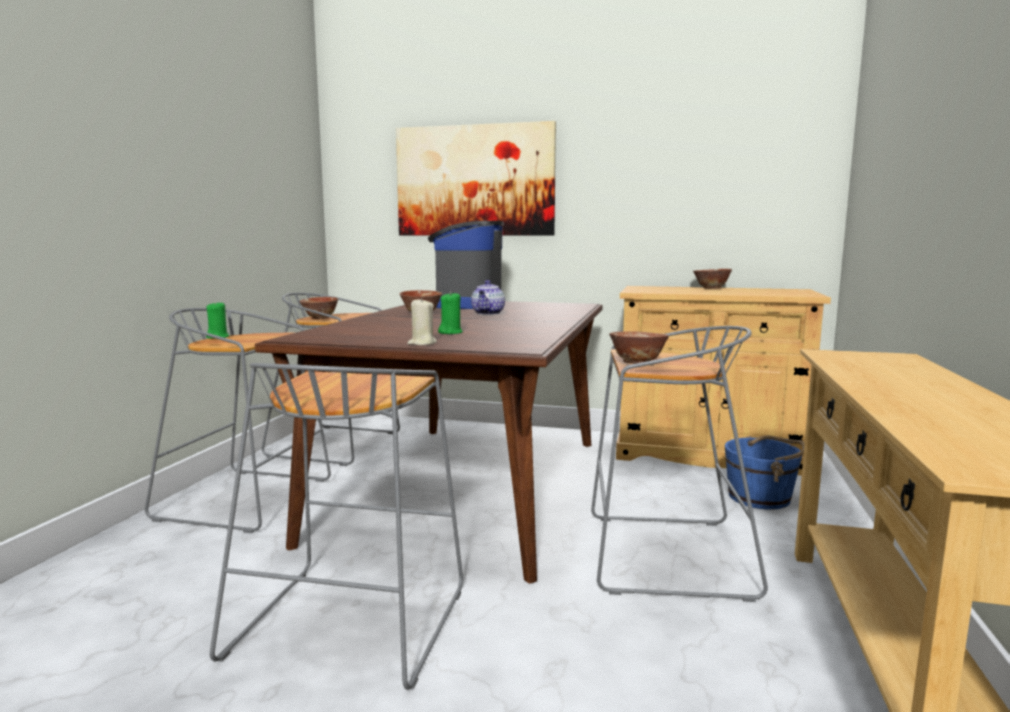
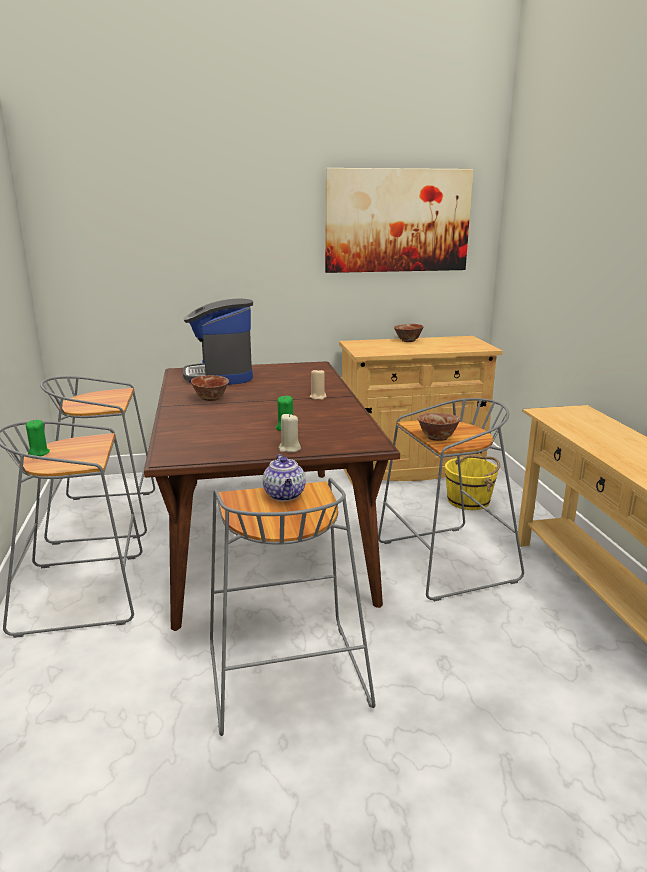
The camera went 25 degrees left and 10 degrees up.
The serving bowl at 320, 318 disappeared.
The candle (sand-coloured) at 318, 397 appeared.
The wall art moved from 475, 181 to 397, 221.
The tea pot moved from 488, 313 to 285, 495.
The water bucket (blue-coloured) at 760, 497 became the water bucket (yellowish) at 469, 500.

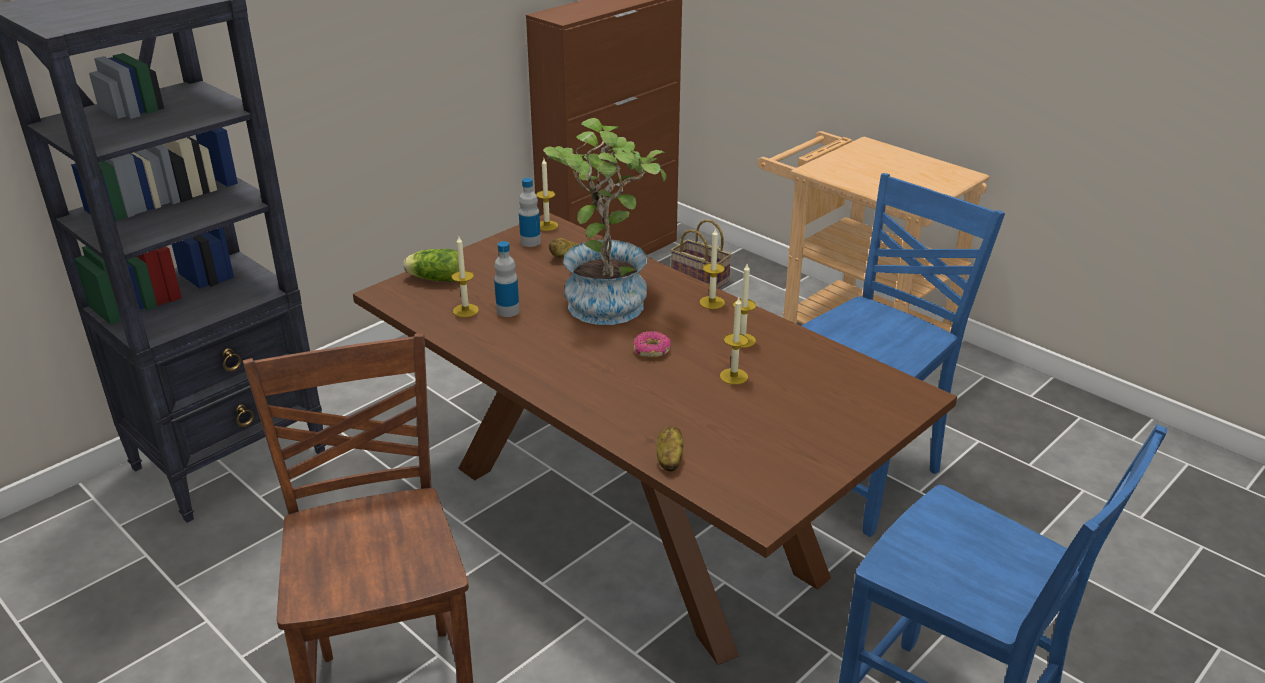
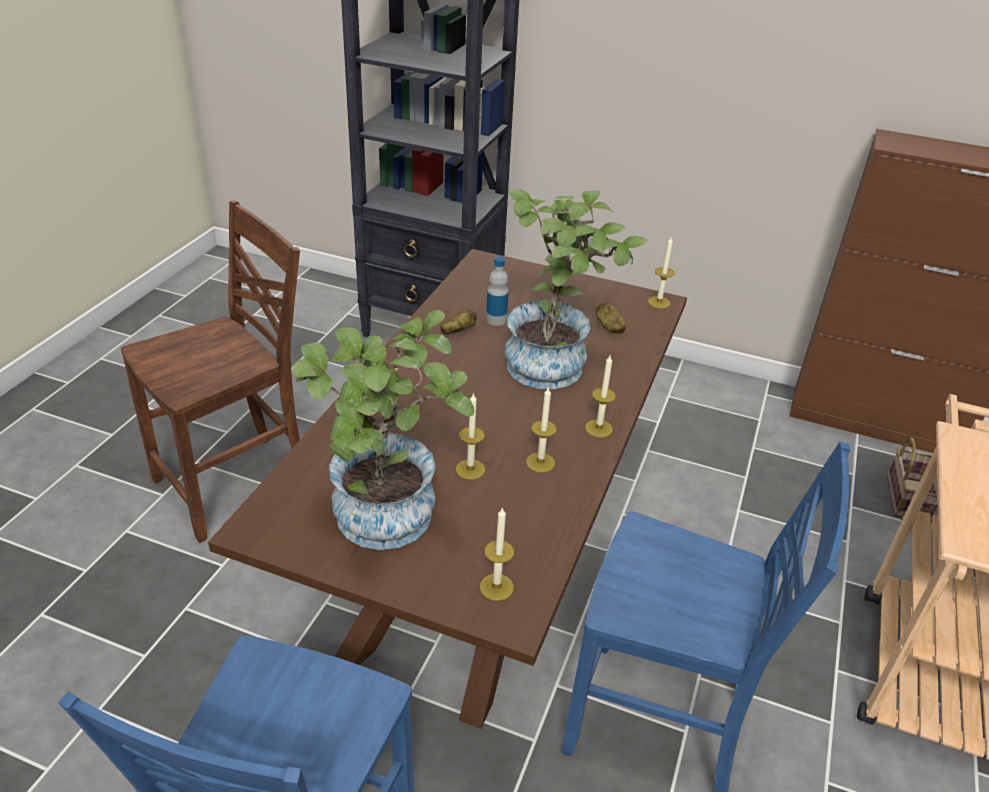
The camera went 65 degrees right and 5 degrees up.
The head of lettuce at 434, 279 disappeared.
The bottle at 530, 242 disappeared.
The doughnut at 652, 350 disappeared.
The houseplant at 385, 526 appeared.
The candle moved from 465, 310 to 496, 587.
The whole potato moved from 669, 459 to 458, 331.

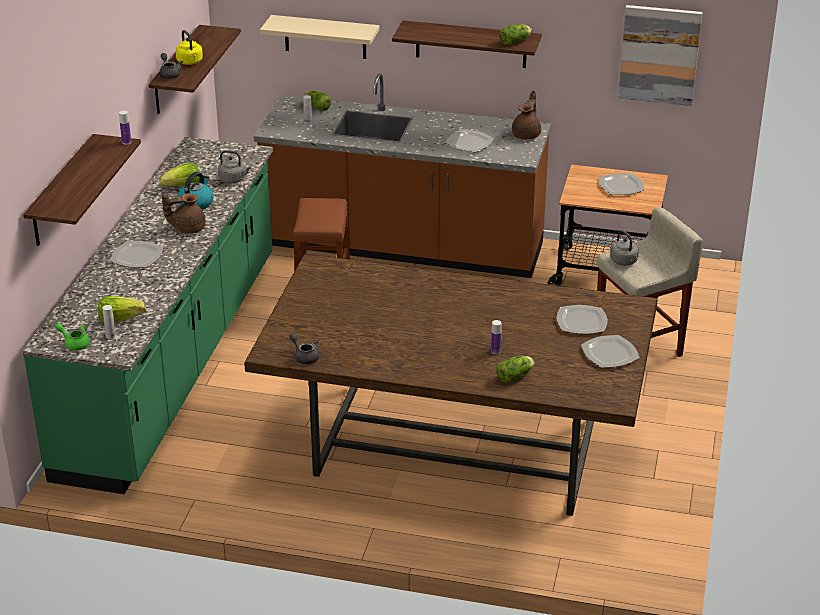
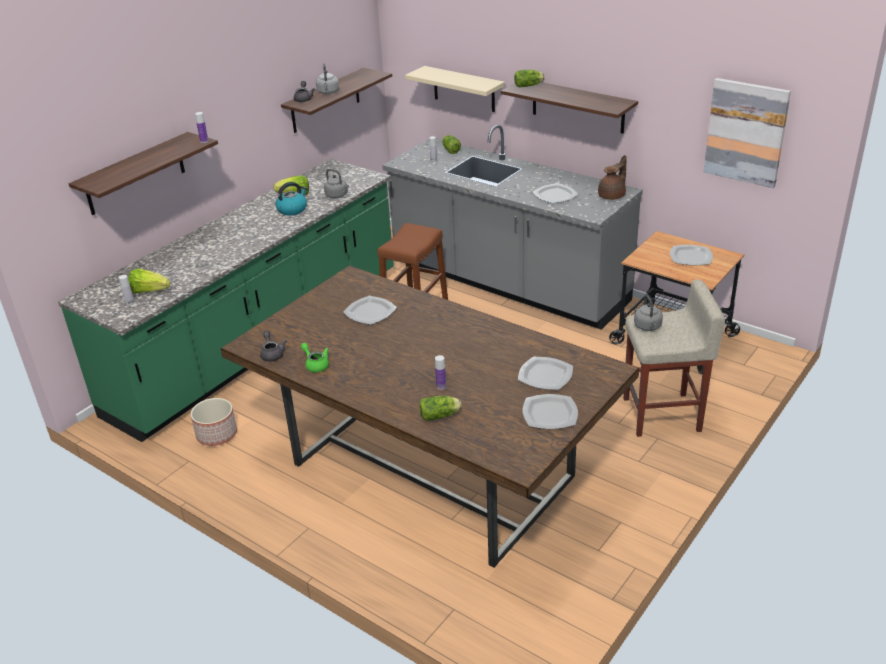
The camera went 25 degrees right and 0 degrees up.
The tea pot (brown) at 187, 228 disappeared.
The flower pot at 216, 435 appeared.
The tea pot (green-coloured) moved from 75, 343 to 316, 365.
The flat dish moved from 137, 256 to 370, 312.
The head of lettuce moved from 516, 41 to 529, 86.
The kettle (yellowish) at 190, 62 became the kettle (gray) at 328, 92.
The kitchen counter (brown) at 403, 248 became the kitchen counter (gray) at 508, 283.

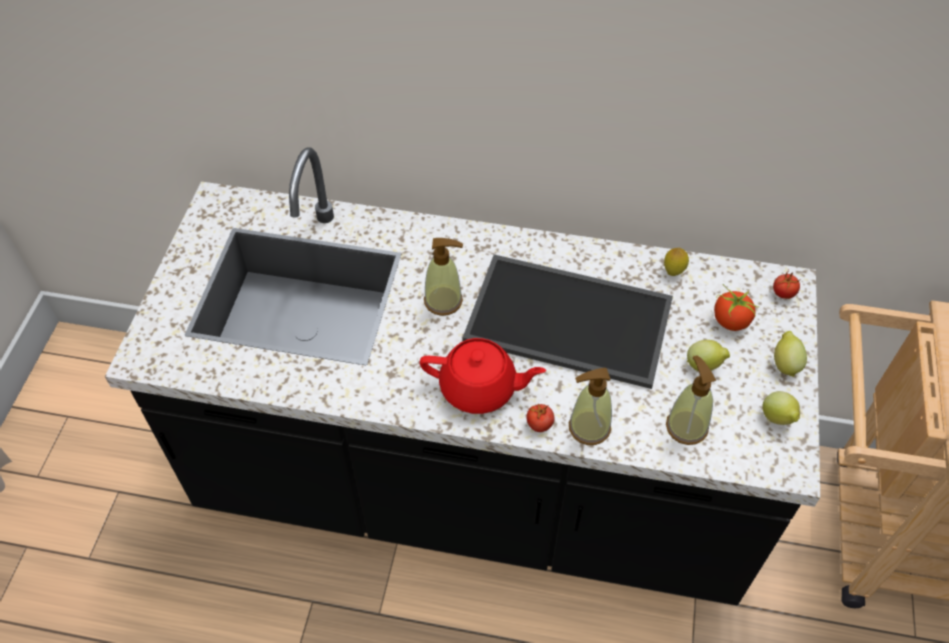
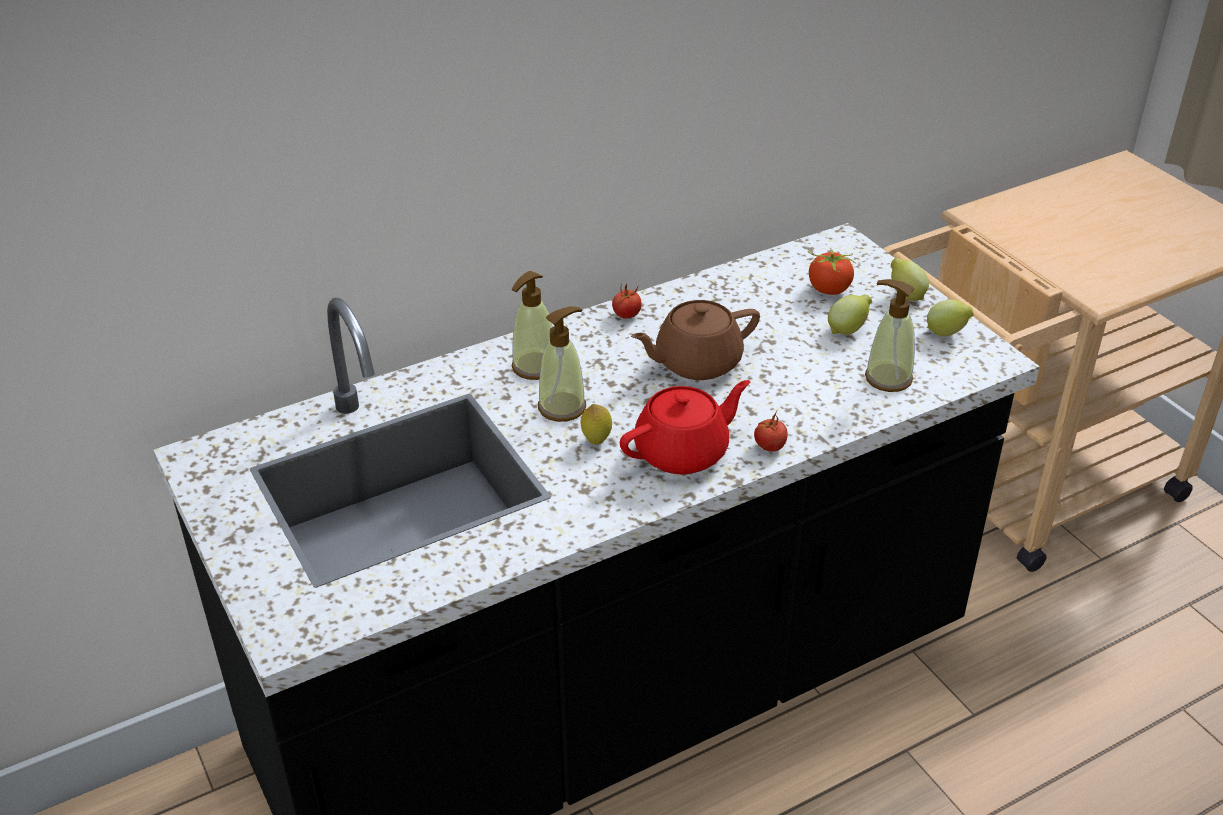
The camera went 40 degrees left and 15 degrees down.
The soap dispenser moved from 589, 427 to 534, 367.
The lemon moved from 673, 272 to 596, 440.
The tomato moved from 783, 293 to 626, 315.
The carrying tray at 566, 322 was replaced by the tea pot (brown) at 696, 362.

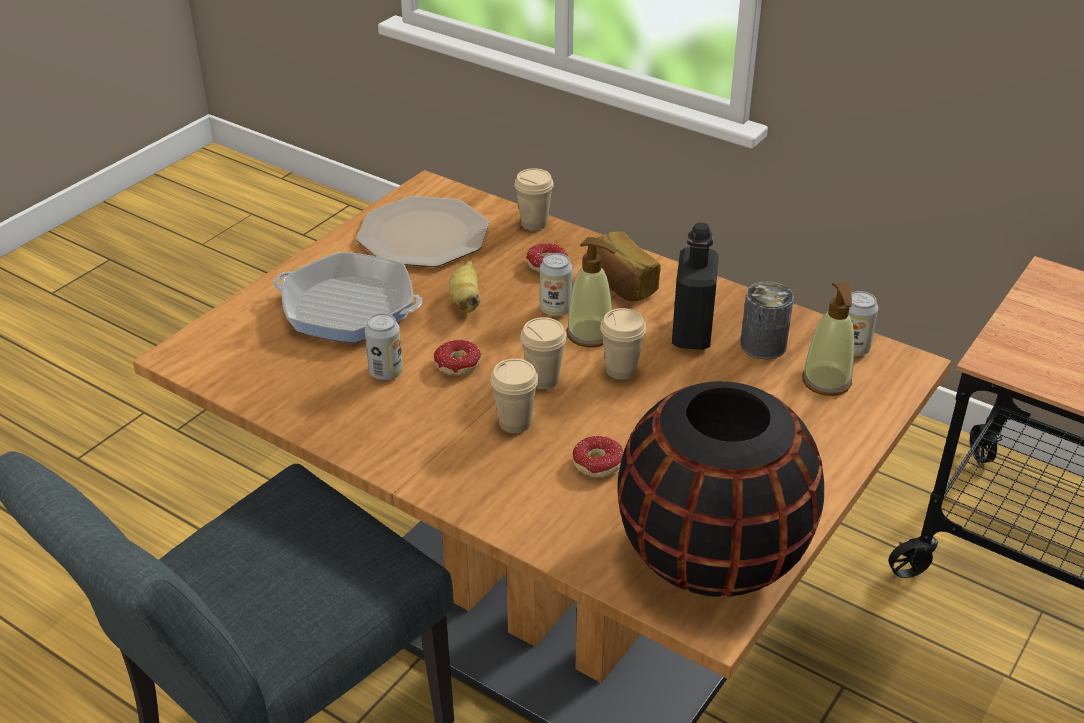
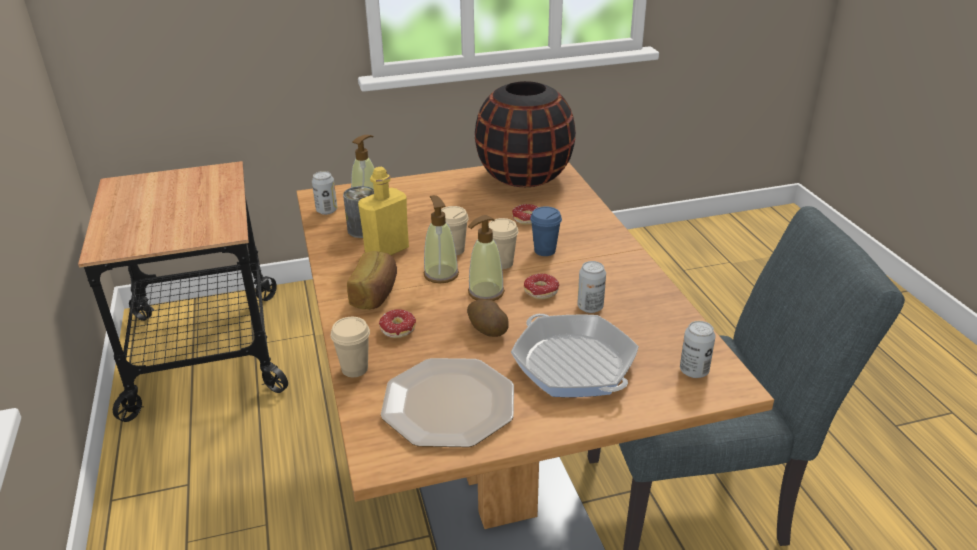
The camera went 140 degrees left and 5 degrees down.
The soap dispenser at 485, 292 appeared.
The sealed can moved from 555, 309 to 694, 371.
The whole banana at 466, 302 was replaced by the whole potato at 487, 329.
The small cup (sand-coloured) at 515, 423 became the small cup (blue-coloured) at 545, 251.
The bottle (black) at 692, 333 became the bottle (yellowish) at 387, 250.

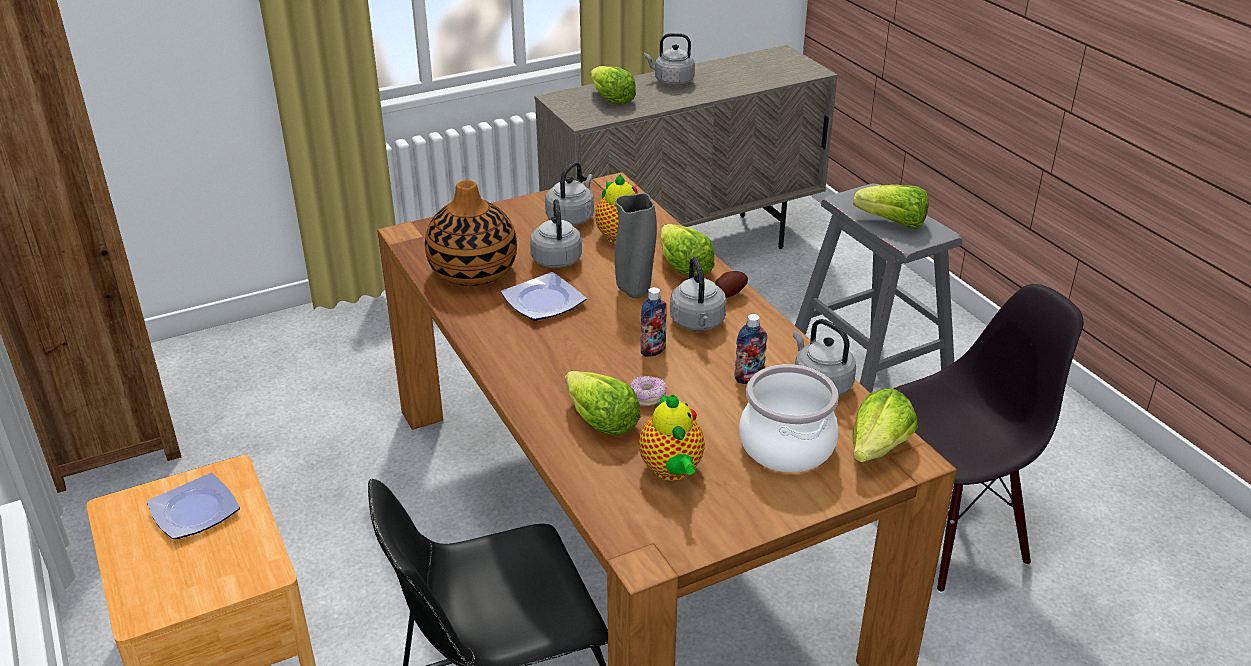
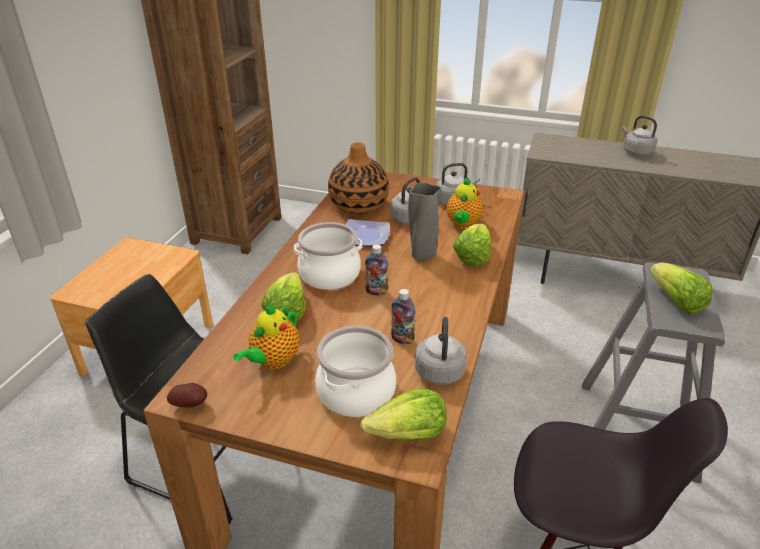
The camera went 45 degrees right and 0 degrees up.
The flat dish at 197, 511 disappeared.
The head of lettuce at 610, 99 disappeared.
The doughnut at 647, 398 disappeared.
The kettle (gray) at 698, 323 disappeared.
The cooking pot at 329, 274 appeared.
The whole potato moved from 728, 295 to 191, 404.

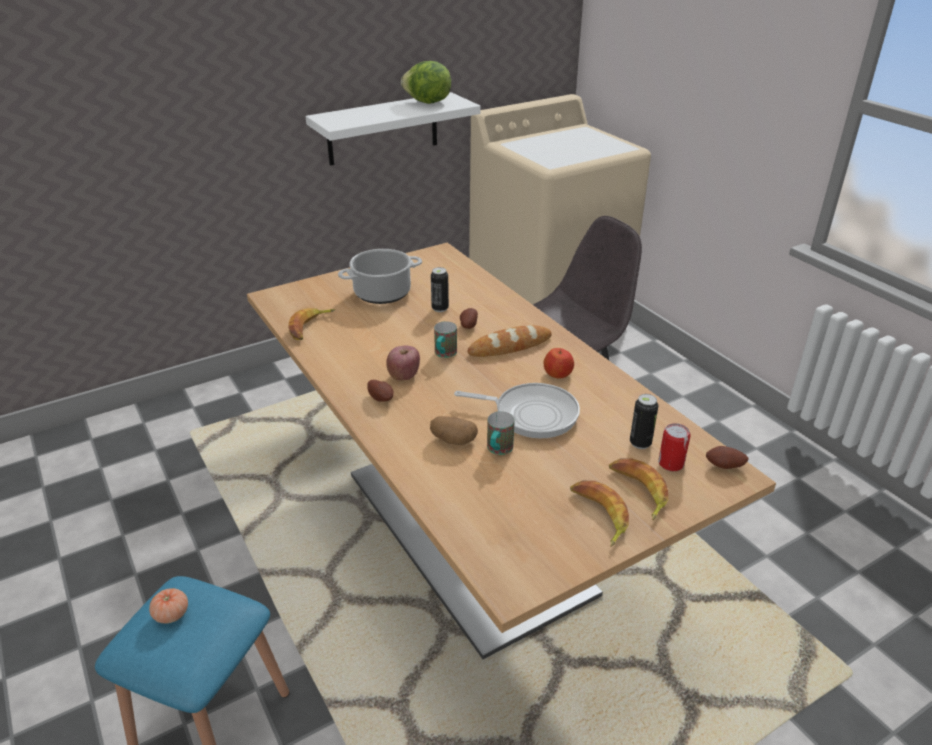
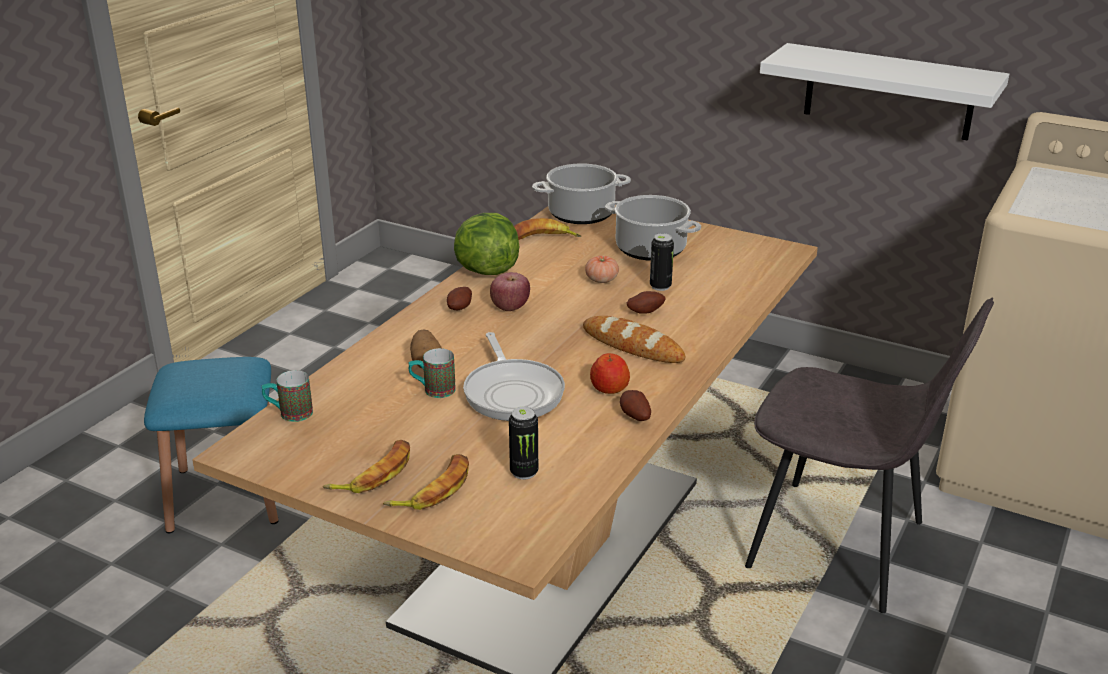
The camera went 60 degrees right and 5 degrees down.
The sealed can at 671, 463 disappeared.
The cooking pot at 580, 214 appeared.
The tomato moved from 171, 614 to 601, 280.
The head of lettuce moved from 427, 103 to 486, 270.
The mug moved from 444, 354 to 289, 414.
The whole potato moved from 724, 467 to 634, 417.

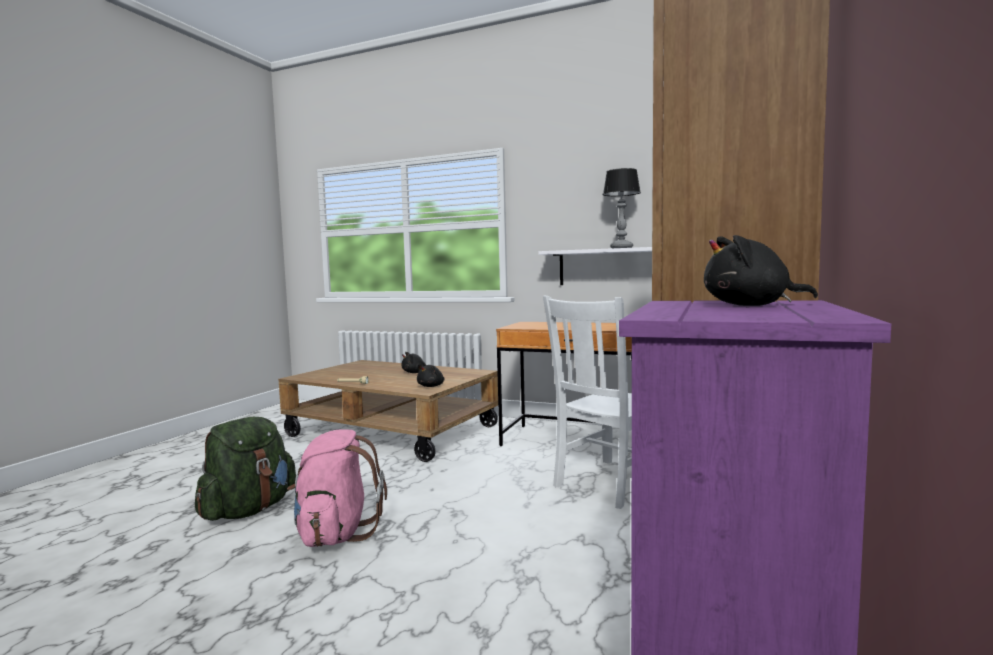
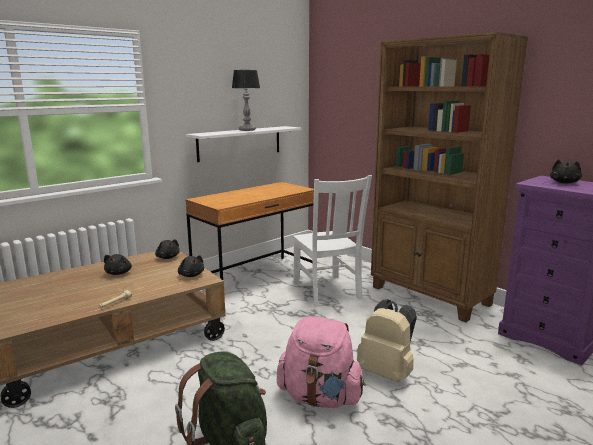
The camera went 65 degrees left and 10 degrees up.
The cuddly toy (black) at 167, 257 appeared.
The backpack (sand-coloured) at 387, 372 appeared.

